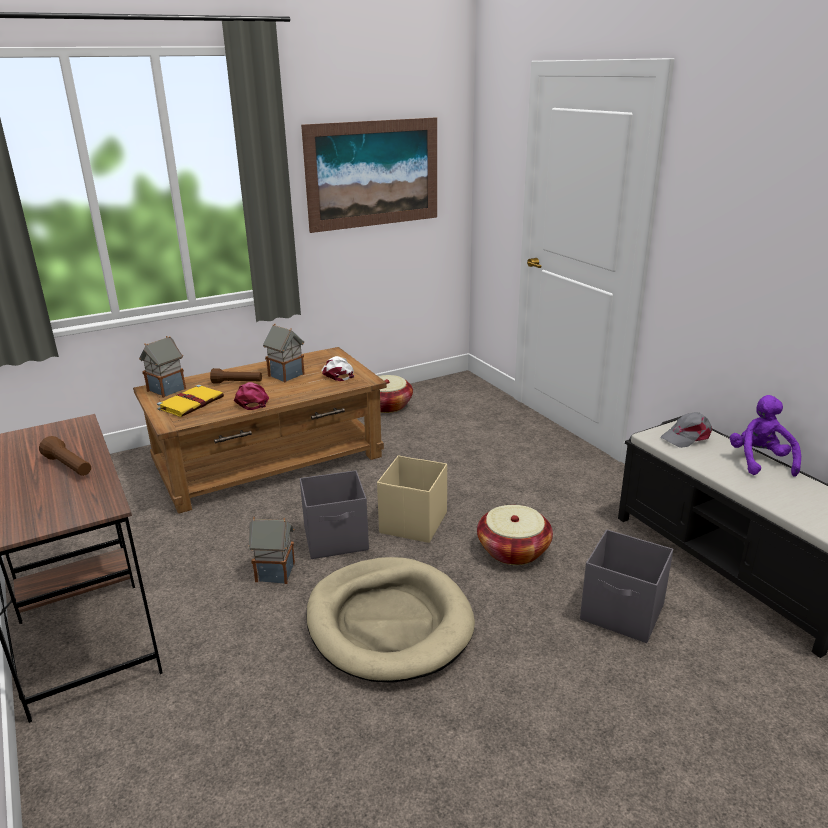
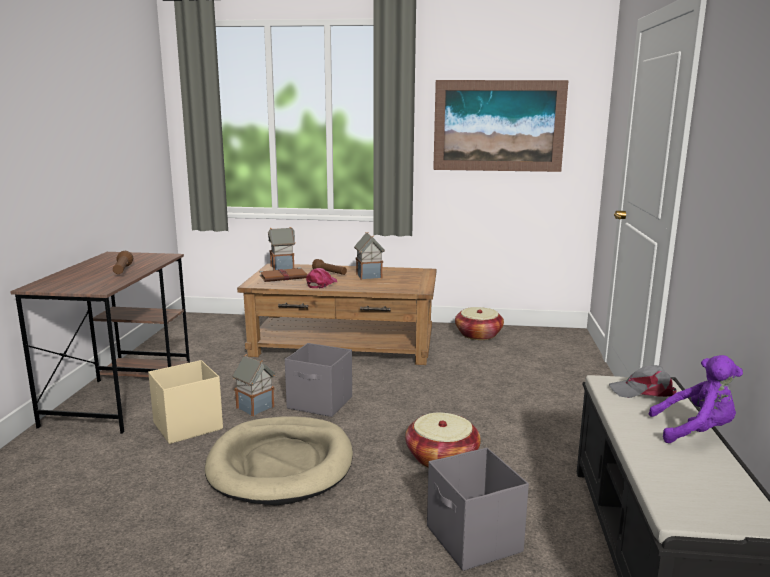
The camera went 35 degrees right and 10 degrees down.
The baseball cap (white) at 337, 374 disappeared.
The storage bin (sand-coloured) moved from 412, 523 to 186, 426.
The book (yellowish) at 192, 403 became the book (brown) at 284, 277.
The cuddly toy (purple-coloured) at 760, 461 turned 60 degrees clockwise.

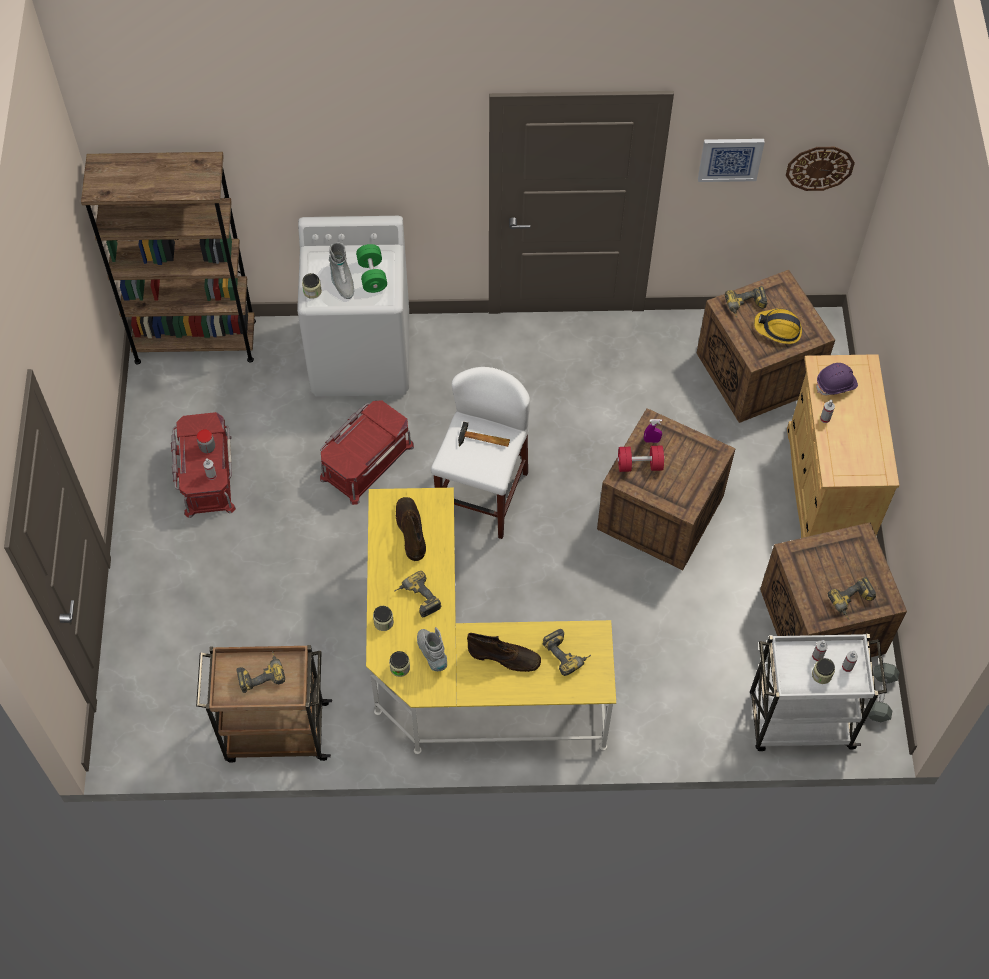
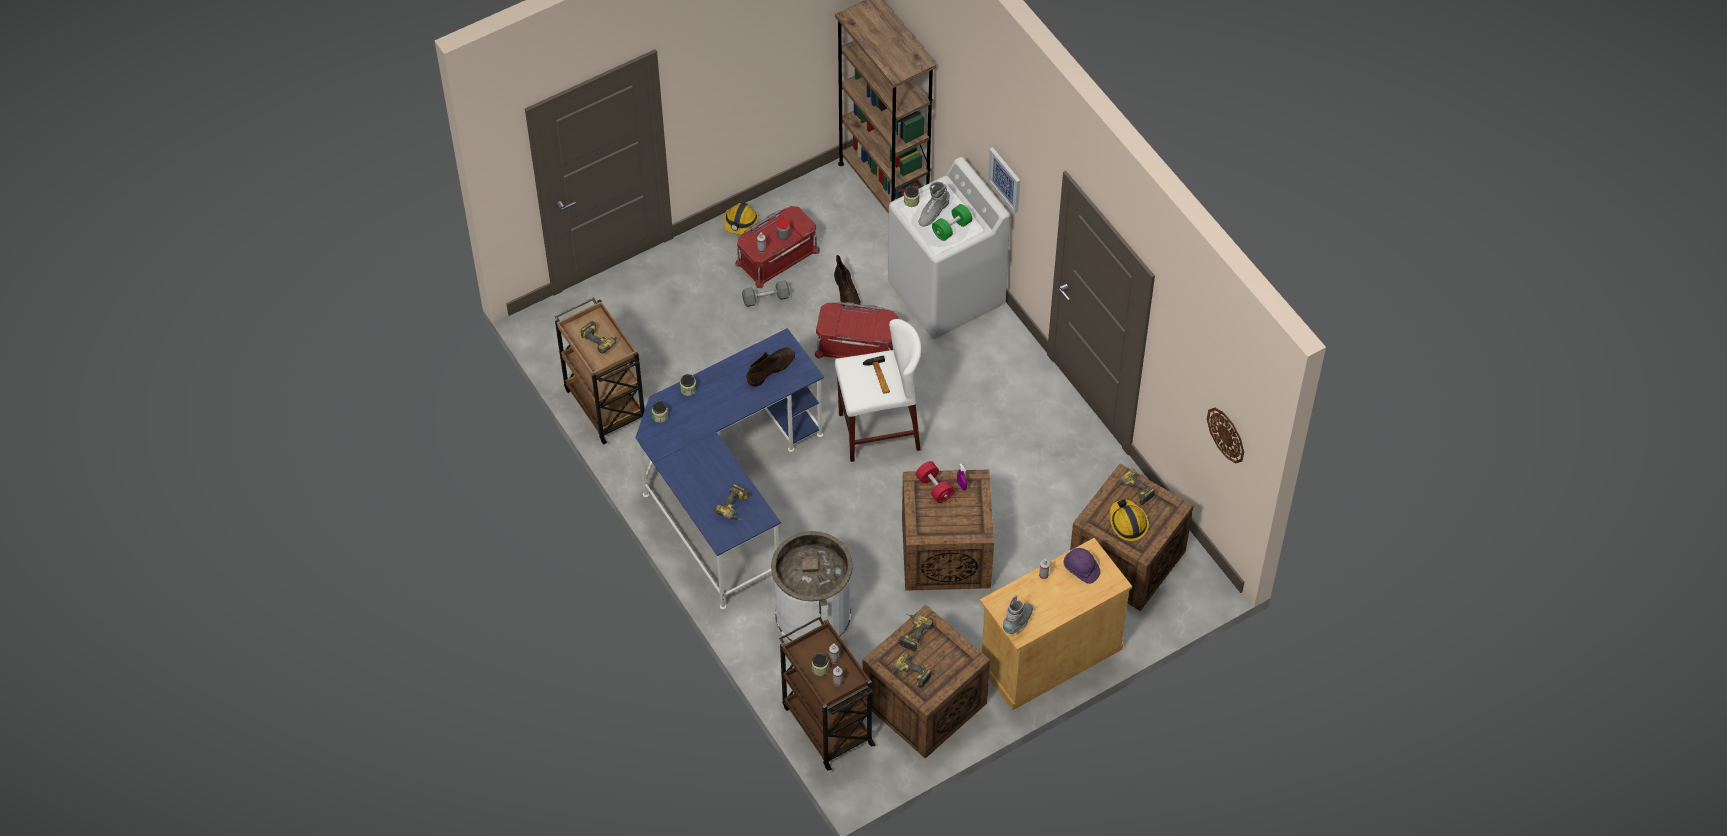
The camera went 60 degrees right and 5 degrees down.
The hard hat at 740, 222 appeared.
The trash can (white) at 813, 616 appeared.
The drill moved from 417, 599 to 912, 633.
The high-top boot (gray) moved from 432, 653 to 1018, 622.
The high-top boot (brown) moved from 505, 657 to 847, 295.
The wall art moved from 730, 158 to 1005, 179.
The dumbbell (gray) moved from 880, 696 to 766, 298.
The desk (yellowish) at 463, 669 became the desk (blue-coloured) at 726, 490.
The trolley (white) at 798, 721 became the trolley (brown) at 826, 723.

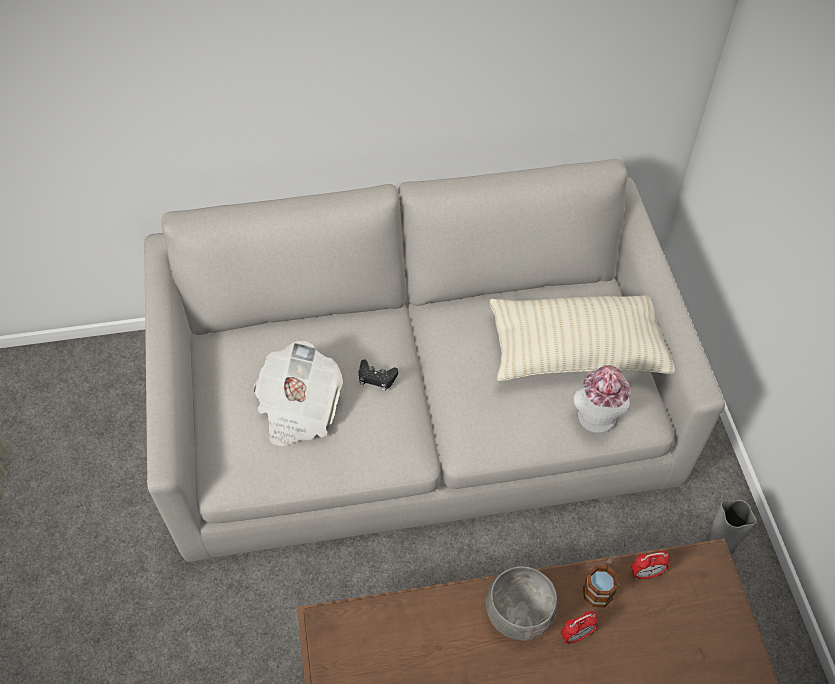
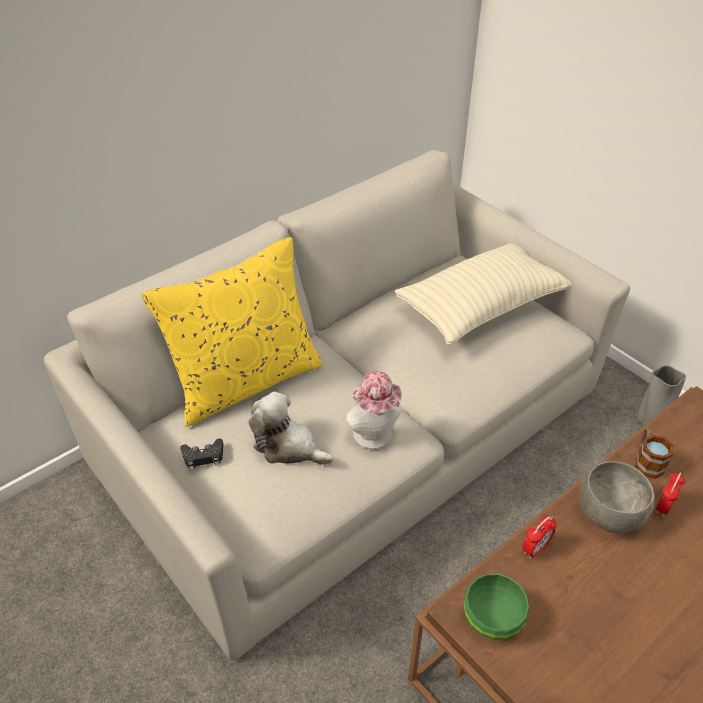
The camera went 30 degrees left and 10 degrees down.
The pillow (yellowish) at 245, 380 appeared.
The serving bowl (green-coloured) at 492, 620 appeared.
The gamepad (black) moved from 376, 378 to 203, 457.
The clothing hat moved from 597, 421 to 375, 437.
The bedside clock moved from 646, 573 to 535, 549.
The printed paper at 298, 409 was replaced by the cuddly toy at 288, 446.

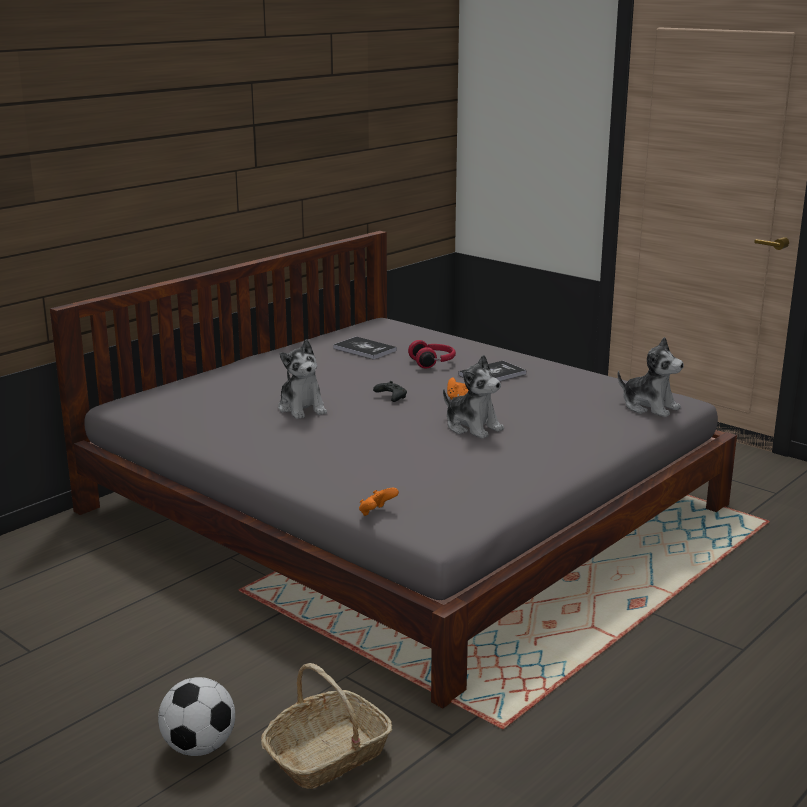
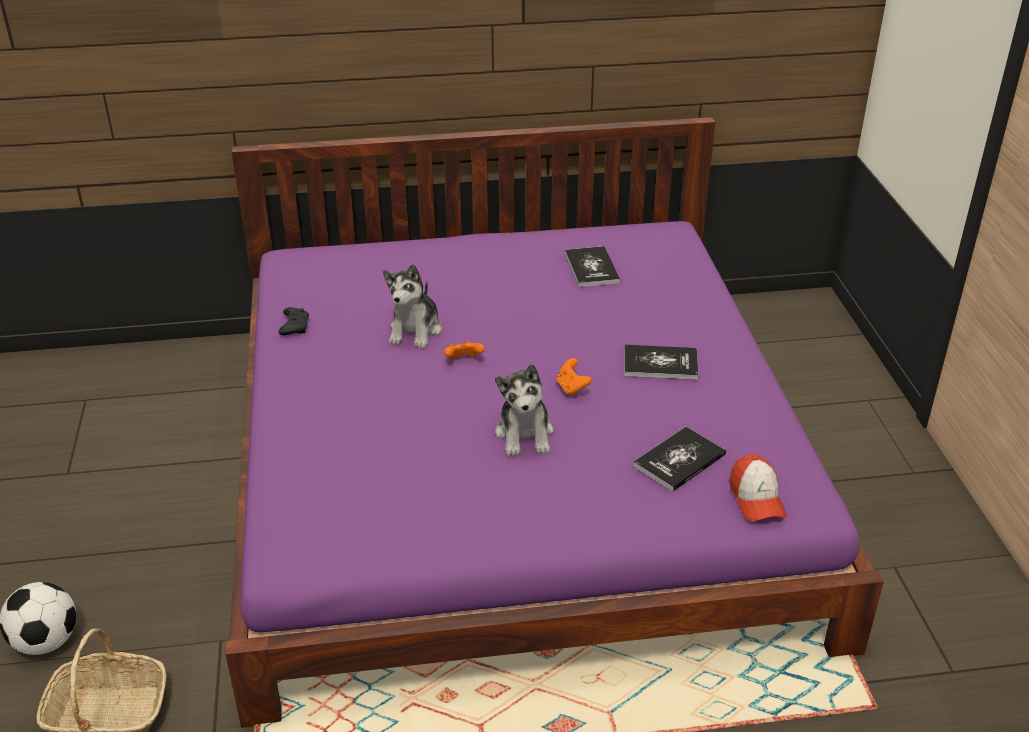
The camera went 40 degrees right and 15 degrees up.
The headphones (reddish) at 433, 363 disappeared.
The book at 679, 460 appeared.
The gamepad (orange-coloured) moved from 376, 513 to 463, 361.
The gamepad (black) moved from 390, 397 to 294, 326.
The cuddly toy at 649, 407 was replaced by the baseball cap at 756, 499.
The sleeping bed (gray) at 402, 508 became the sleeping bed (purple-coloured) at 513, 469.

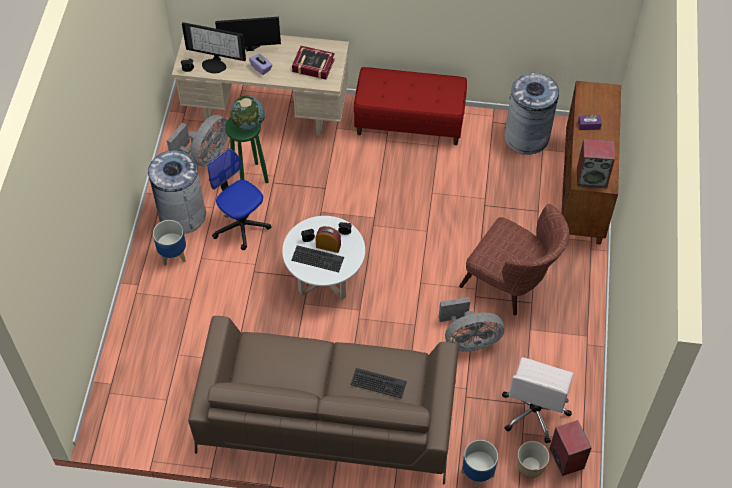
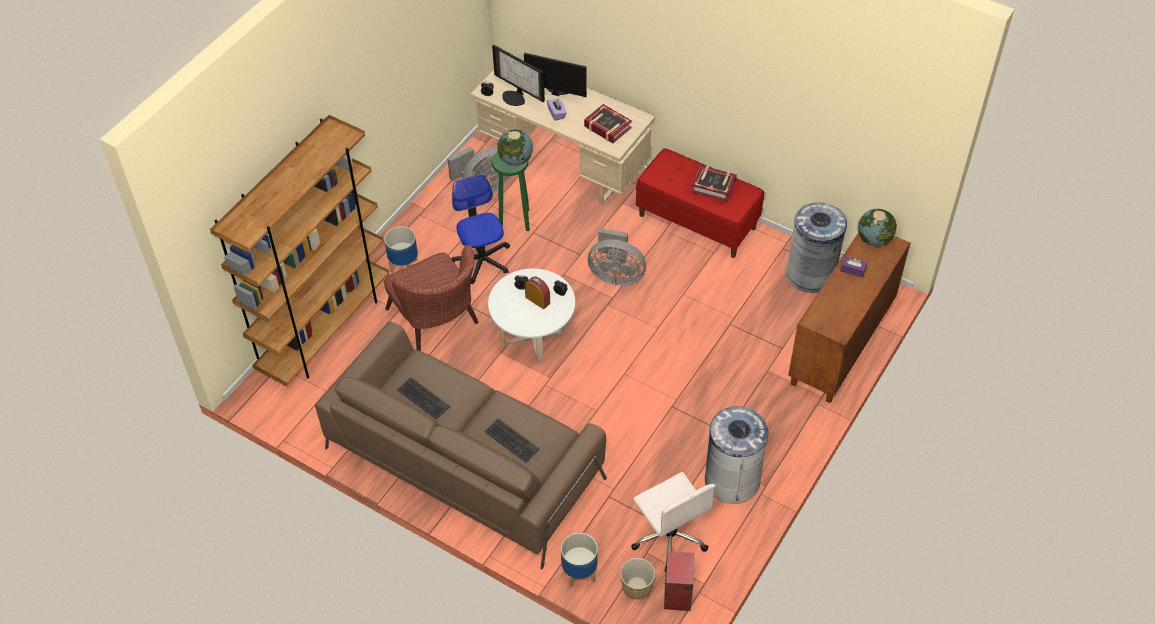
The camera went 25 degrees right and 5 degrees down.
The loudspeaker at 592, 177 disappeared.
The shelving unit (brown) at 325, 329 appeared.
The book at 713, 186 appeared.
The globe at 874, 240 appeared.
The trash can (gray) moved from 182, 215 to 732, 480.
The PC keyboard moved from 317, 259 to 423, 398.
The cooling fan (gray) moved from 468, 340 to 616, 275.
The easy chair (brown) moved from 512, 282 to 437, 323.
The computer chair (white) at 534, 412 turned 75 degrees counterclockwise.

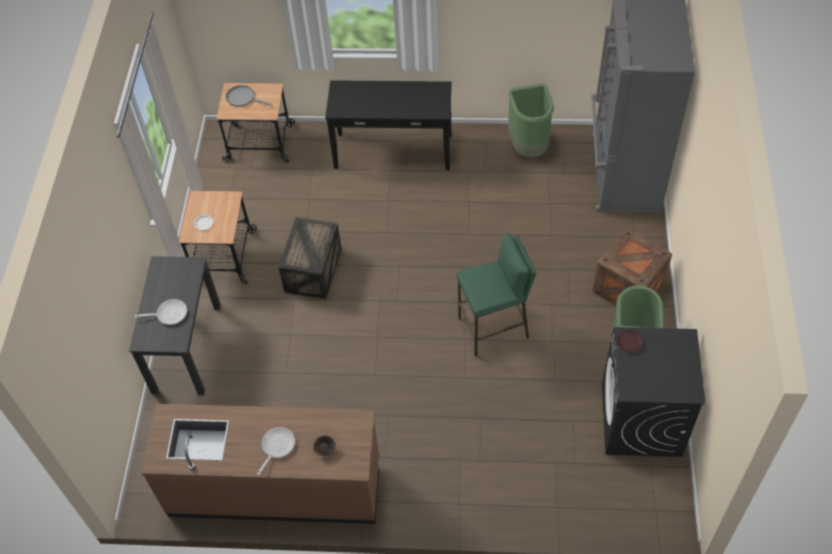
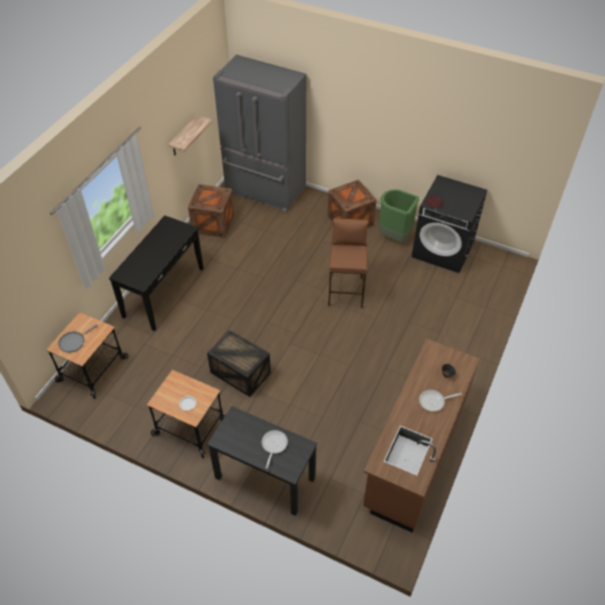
The camera went 70 degrees left and 5 degrees down.
The wall shelf at 183, 136 appeared.
The trash can (green-coloured) at 529, 147 was replaced by the crate at 213, 223.
The stool seat (green-coloured) at 494, 329 became the stool seat (brown) at 346, 291.
The pan at 276, 447 turned 60 degrees counterclockwise.

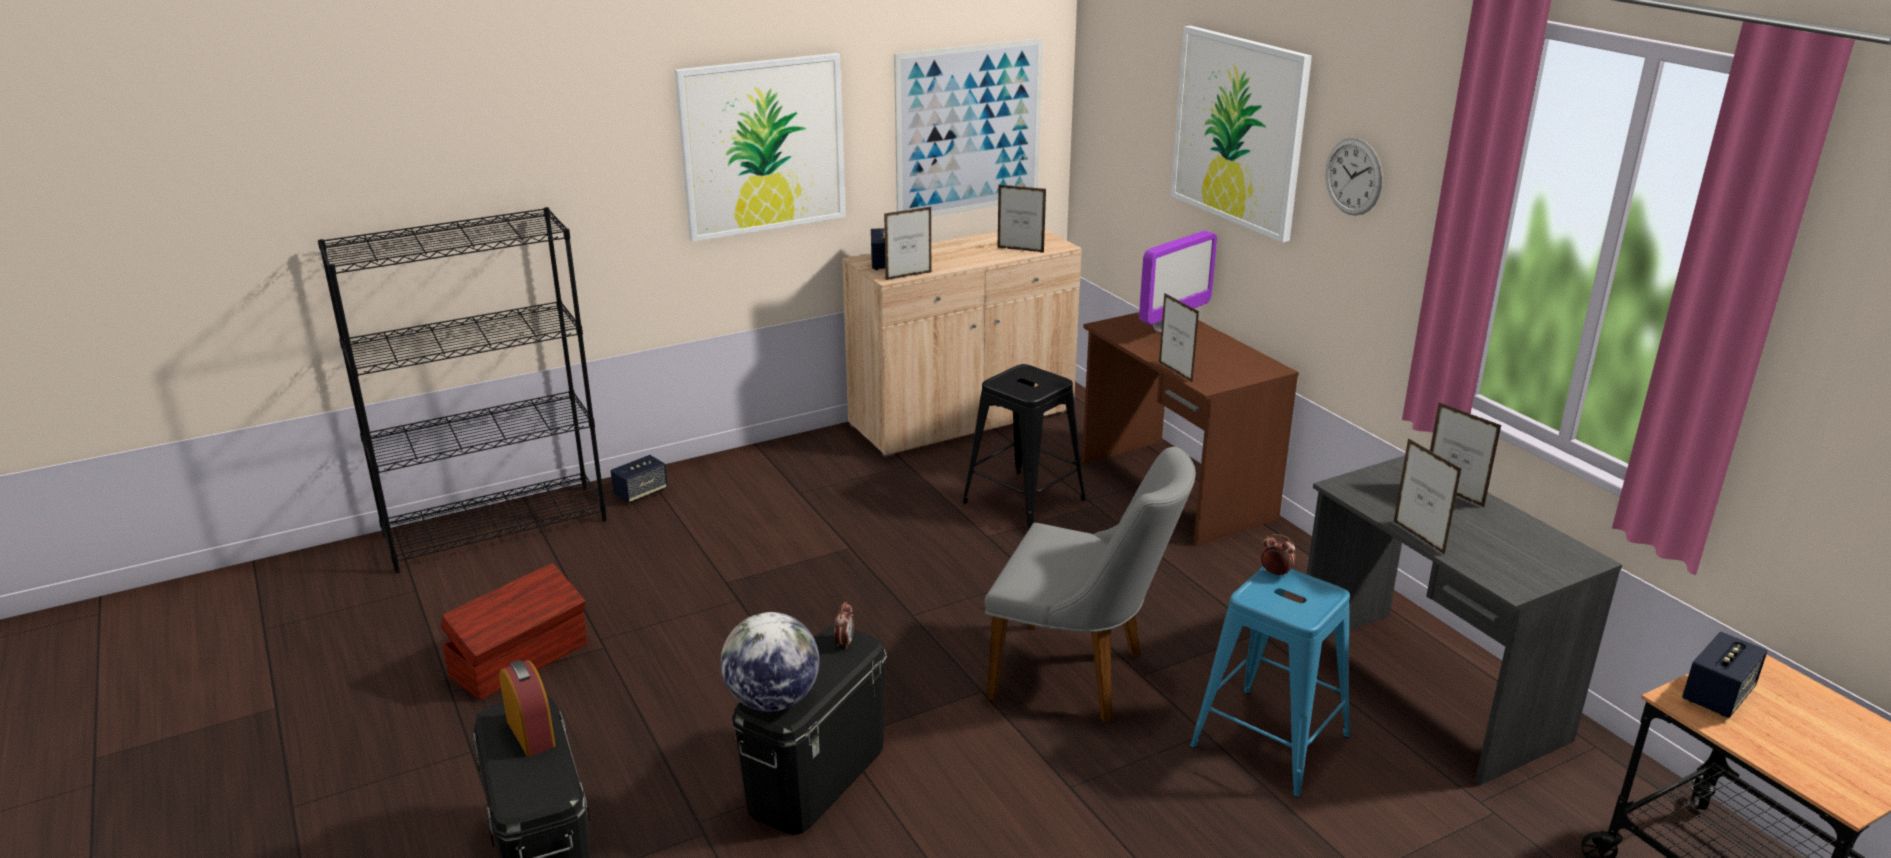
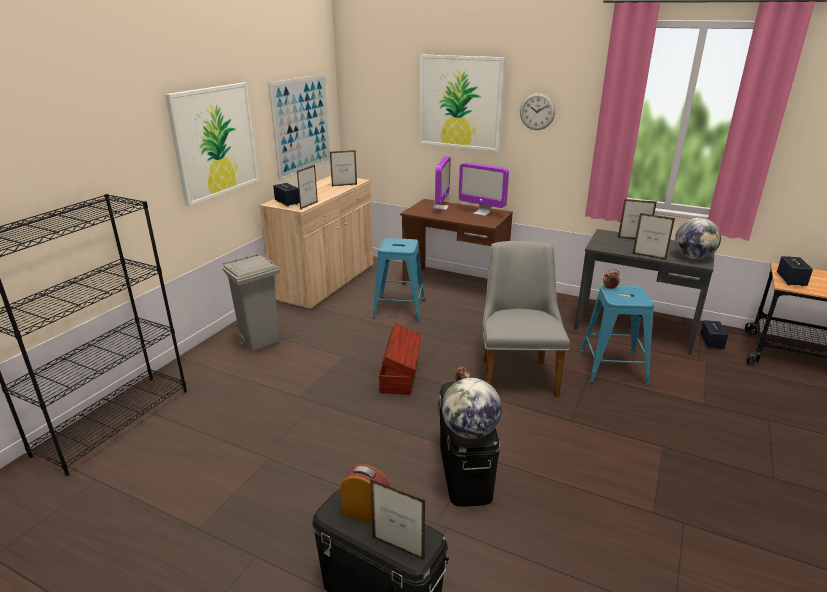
The camera went 35 degrees left and 0 degrees up.
The trash can (gray) at 260, 342 appeared.
The computer screen at 482, 213 appeared.
The globe at 693, 257 appeared.
The storage bin (brown) moved from 521, 660 to 400, 374.
The loudspeaker moved from 641, 493 to 711, 342.
The photo frame moved from 1175, 372 to 398, 548.
The stool seat (black) at 1024, 501 became the stool seat (blue-coloured) at 399, 309.
The upright chair (gray) at 1082, 677 turned 75 degrees counterclockwise.

